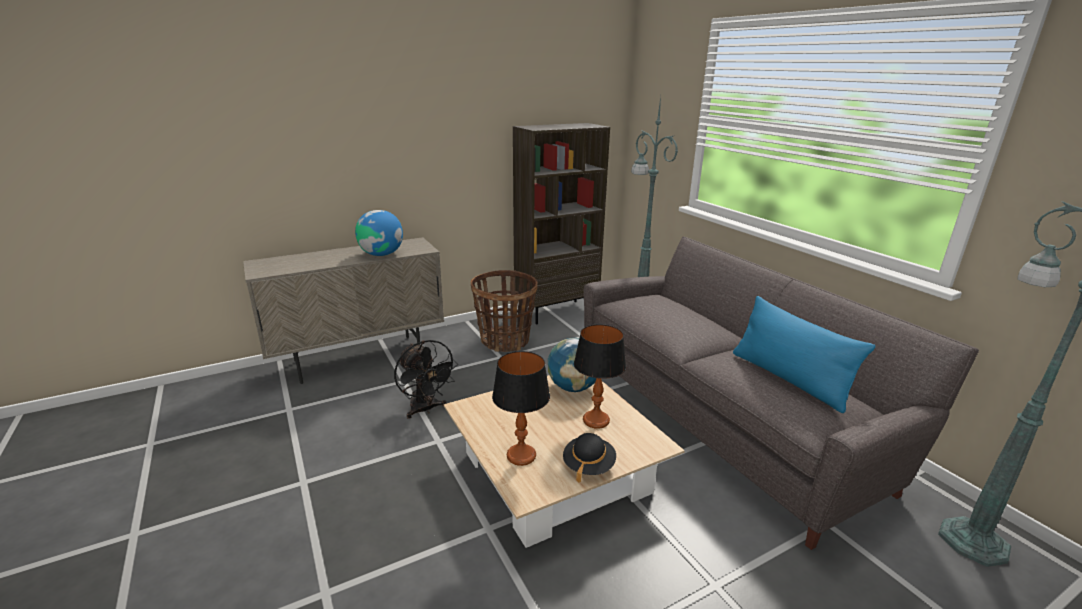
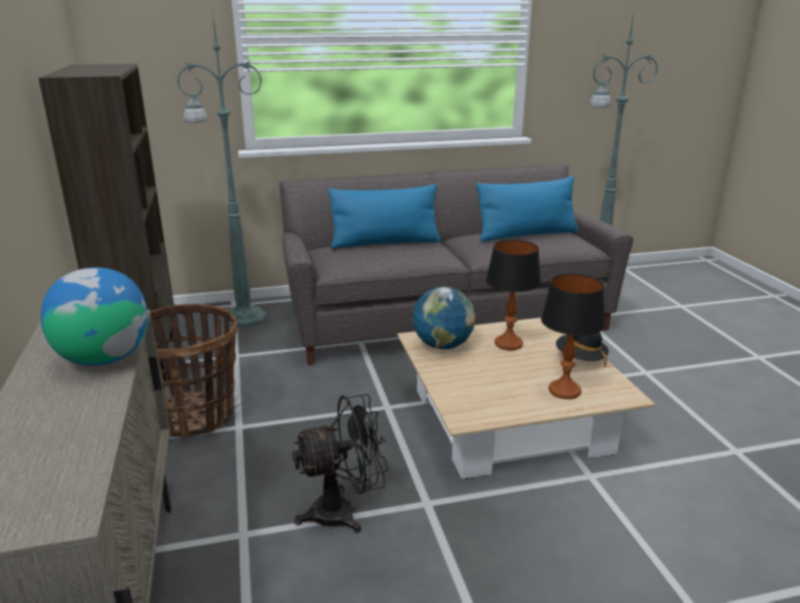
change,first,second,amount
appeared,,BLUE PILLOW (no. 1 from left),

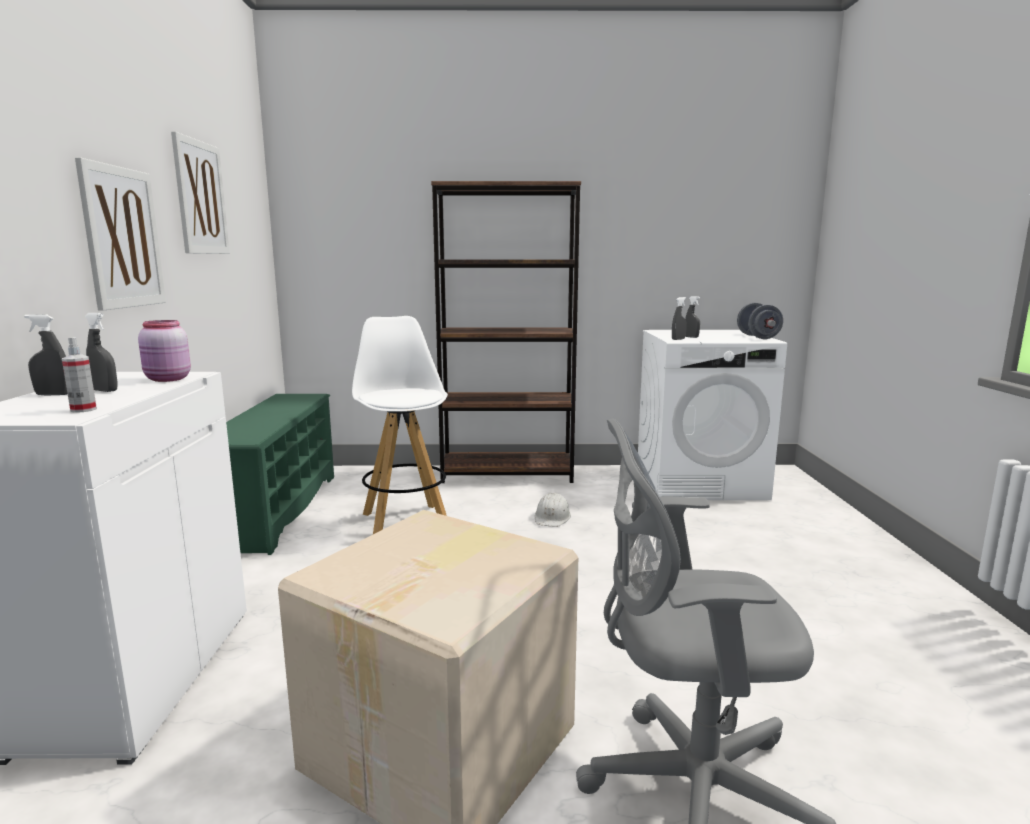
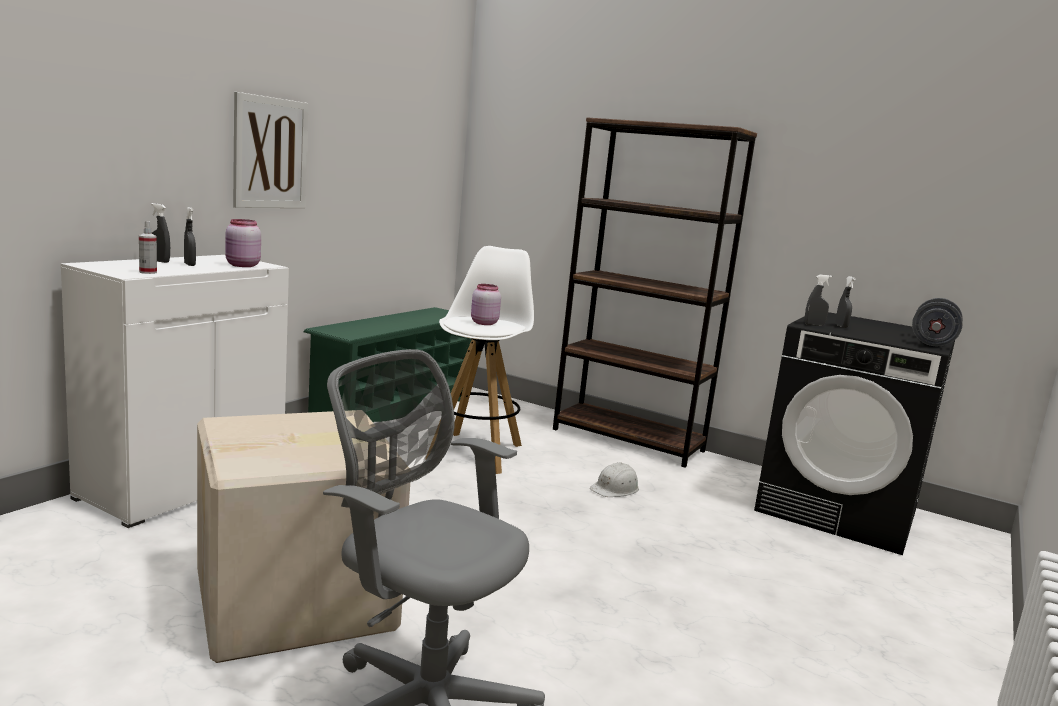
change,first,second,amount
appeared,,PINK JAR (no. 2 from left),
colour,WHITE WASHING MACHINE,BLACK WASHING MACHINE,
missing,PICTURE (no. 2 from left),,

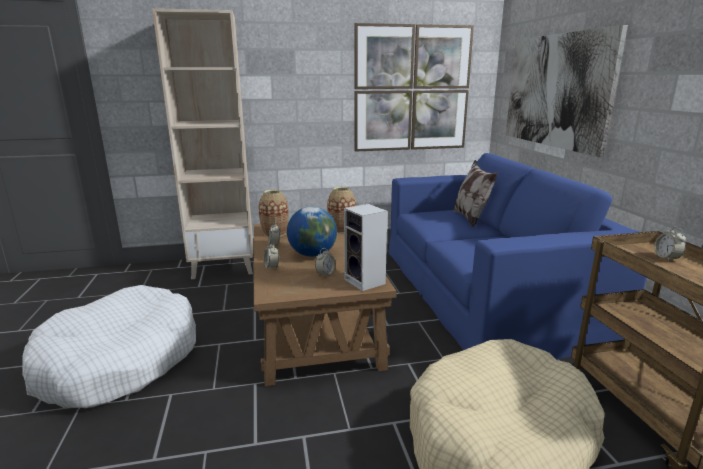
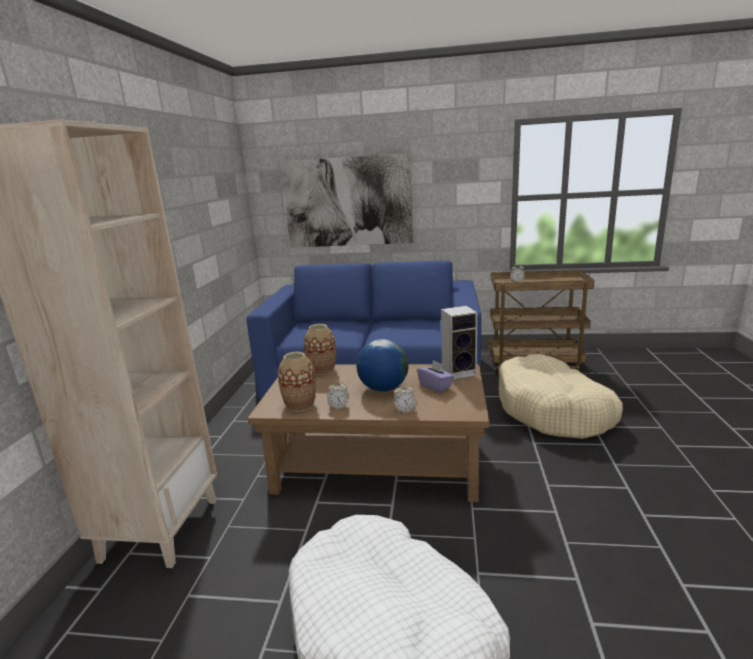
change,first,second,amount
exchanged,ALARM CLOCK (no. 3 from left),PURPLE TISSUE BOX,
missing,PICTURE (no. 1 from left),,
missing,PILLOW,,

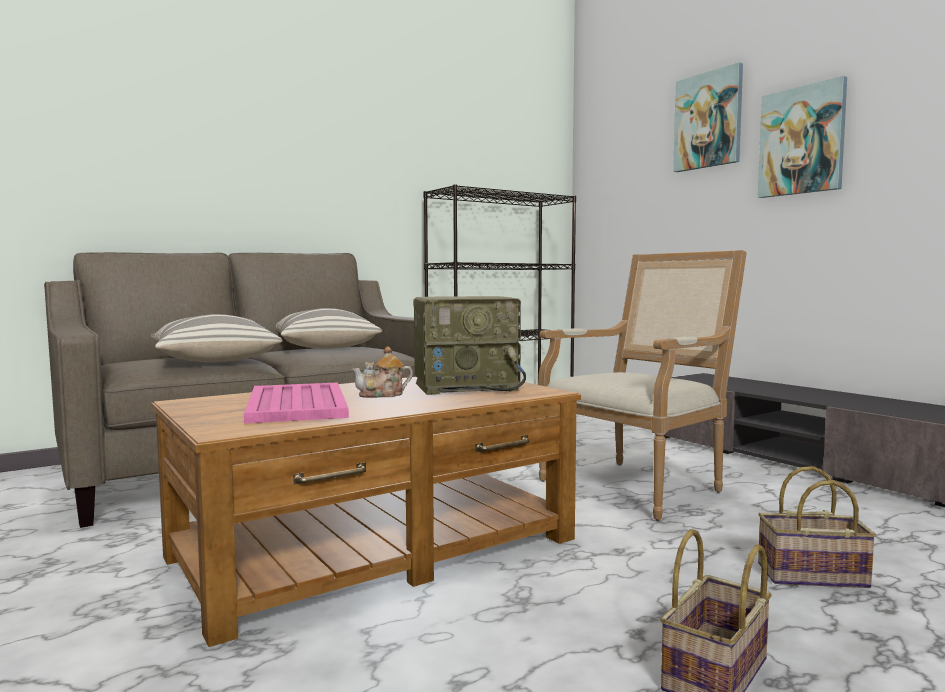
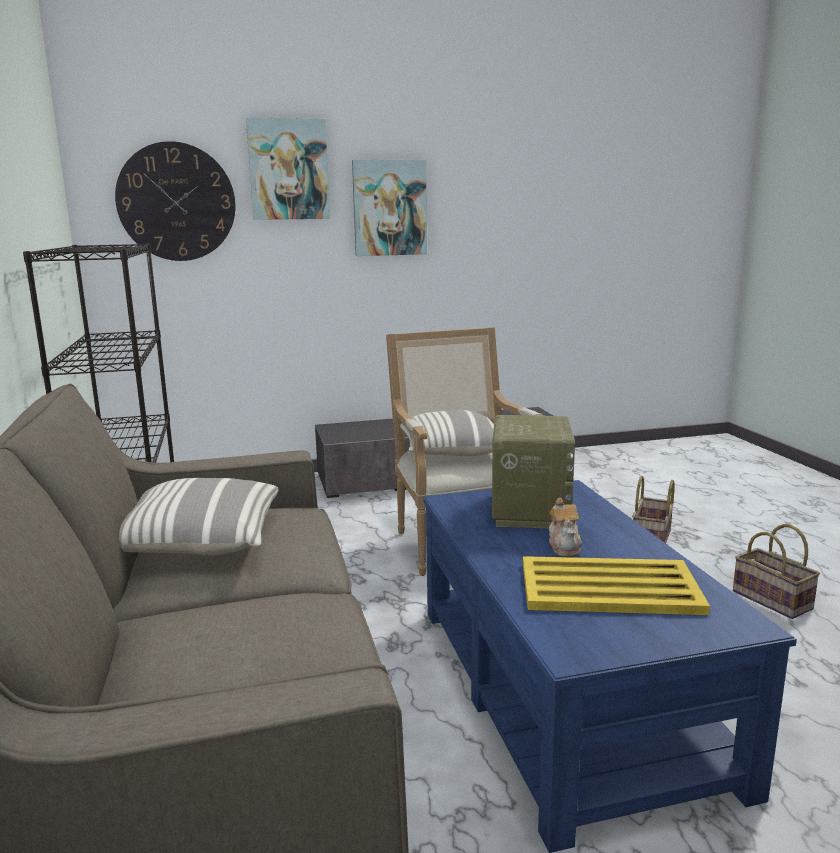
change,first,second,amount
appeared,,WALL CLOCK,
relocated,PILLOW (no. 1 from left in the first image),PILLOW (no. 2 from left),
colour,BROWN COFFEE TABLE,BLUE COFFEE TABLE,
colour,PINK TRAY,YELLOW TRAY,

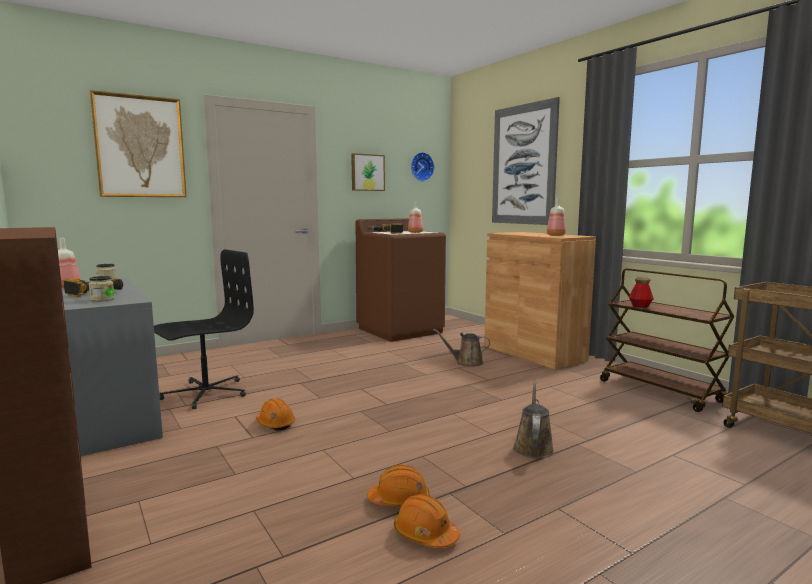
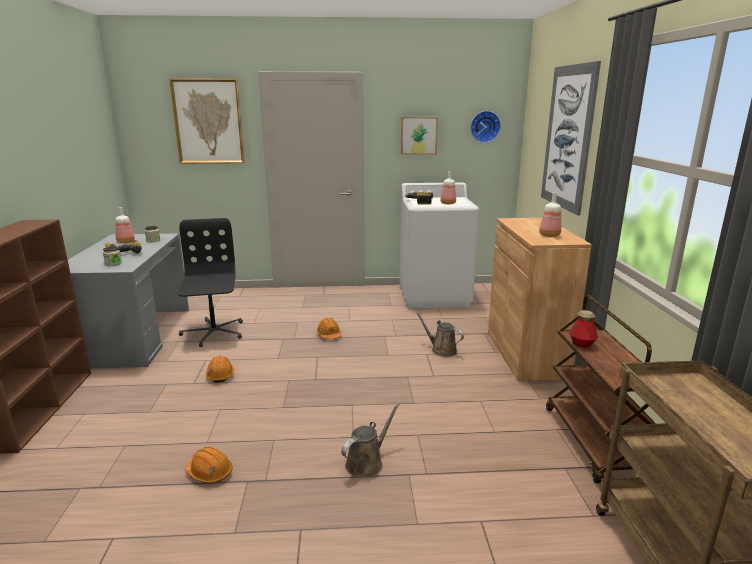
change,first,second,amount
spun,BLACK OFFICE CHAIR,,90 degrees counterclockwise
relocated,ORANGE HARD HAT (no. 3 from left),,
colour,BROWN WASHING MACHINE,WHITE WASHING MACHINE,

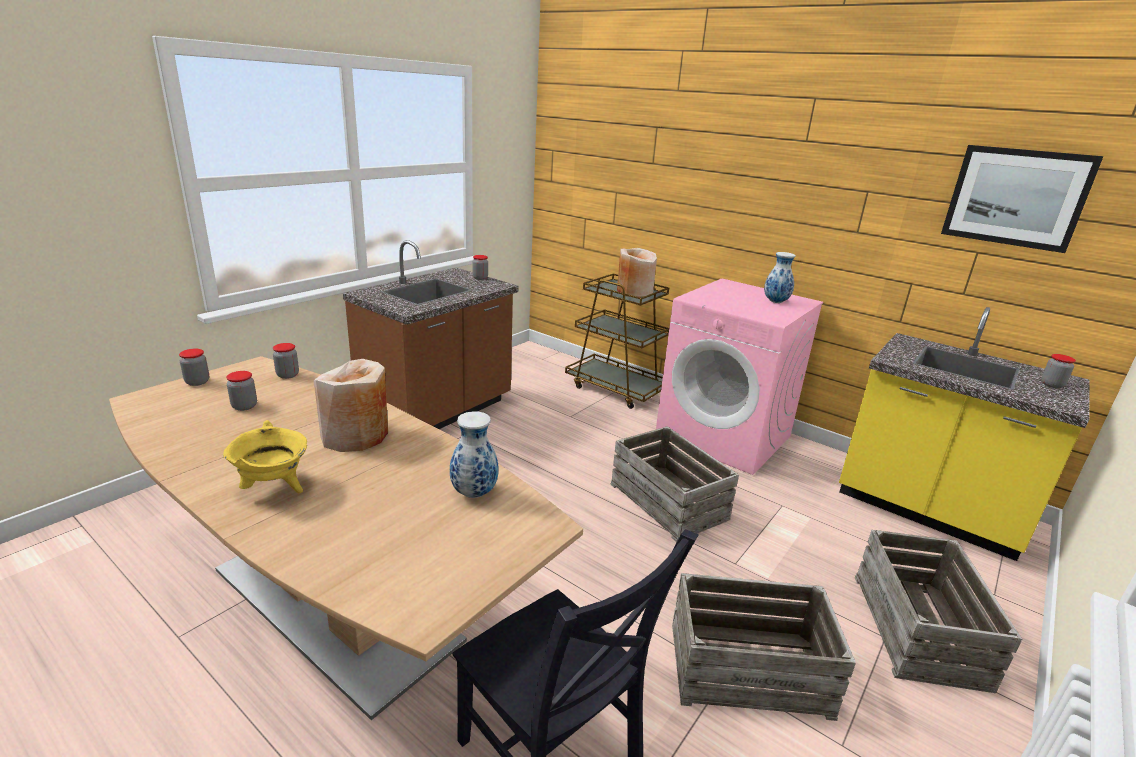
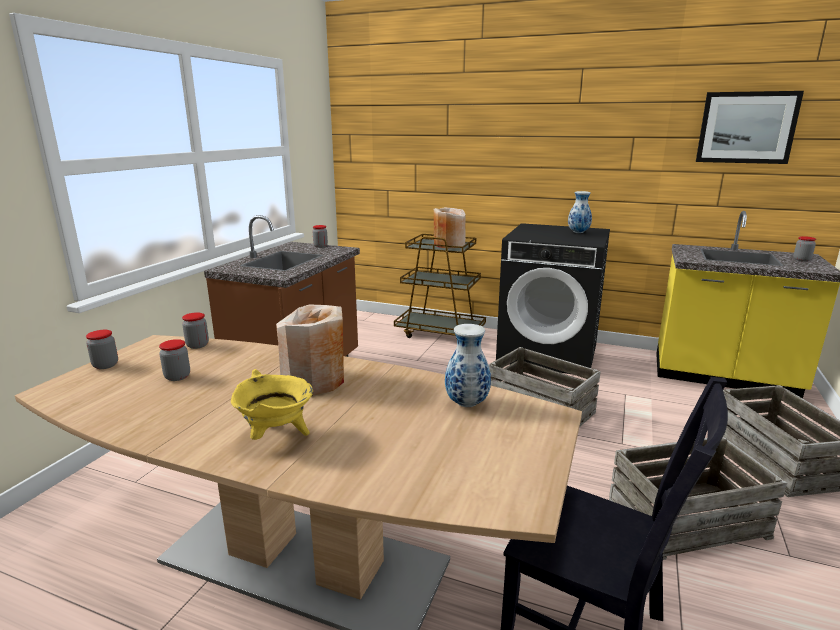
change,first,second,amount
colour,PINK WASHING MACHINE,BLACK WASHING MACHINE,

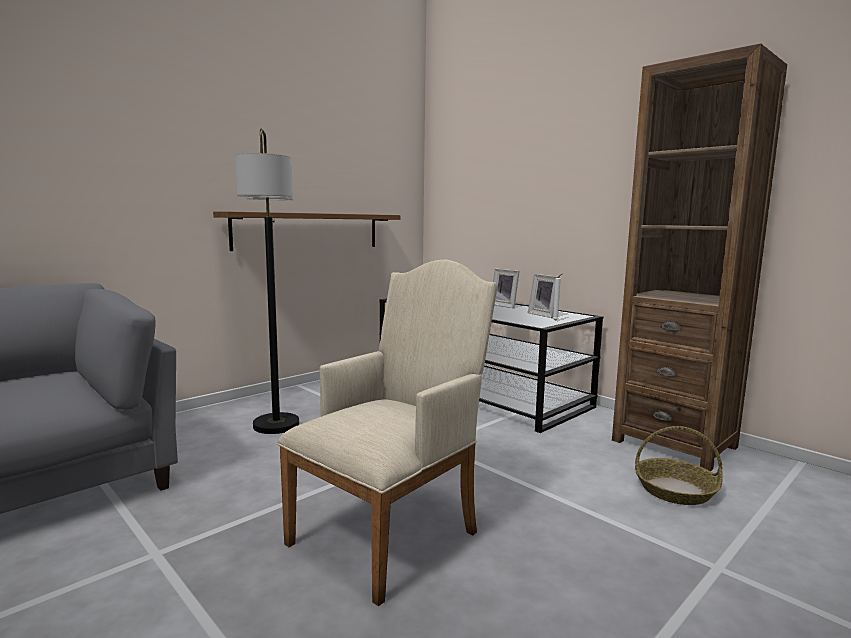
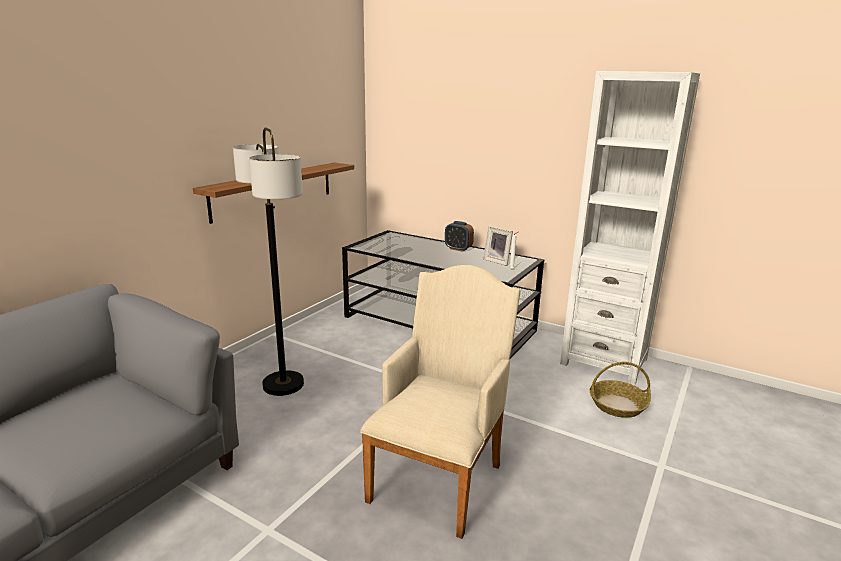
change,first,second,amount
exchanged,PICTURE FRAME (no. 1 from left),ALARM CLOCK,
colour,BROWN BOOKCASE,WHITE BOOKCASE,

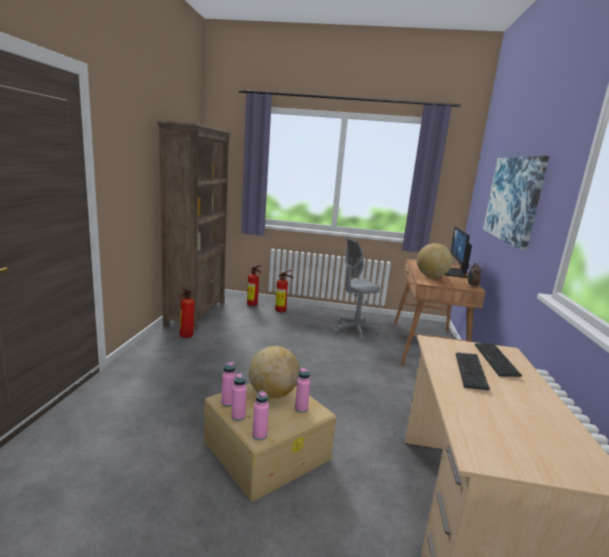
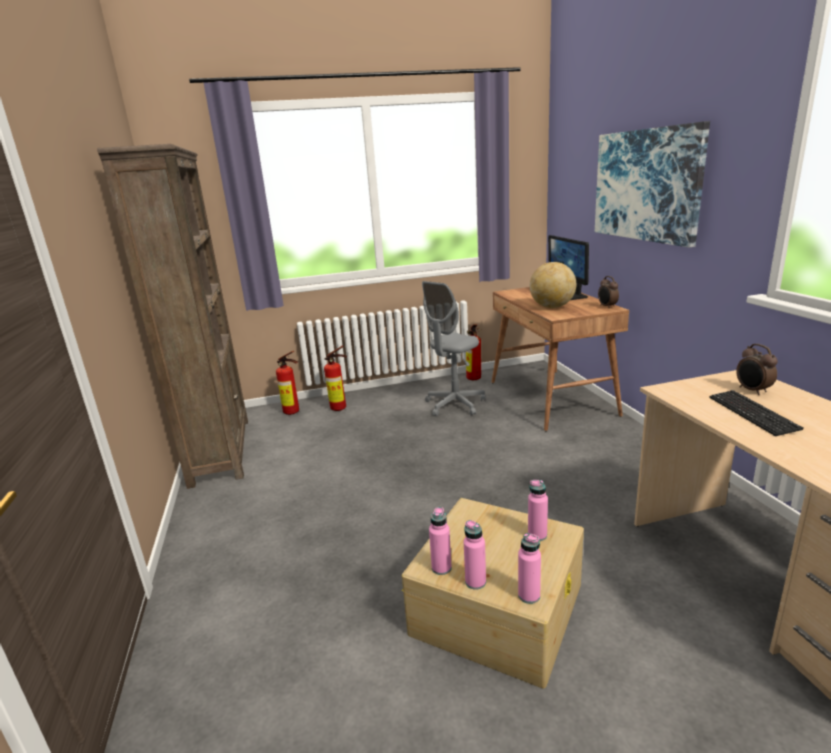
change,first,second,amount
relocated,FIRE EXTINGUISHER (no. 1 from left in the first image),FIRE EXTINGUISHER (no. 3 from left),
exchanged,KEYBOARD (no. 2 from left),ALARM CLOCK (no. 2 from left),
missing,GLOBE (no. 1 from left),,

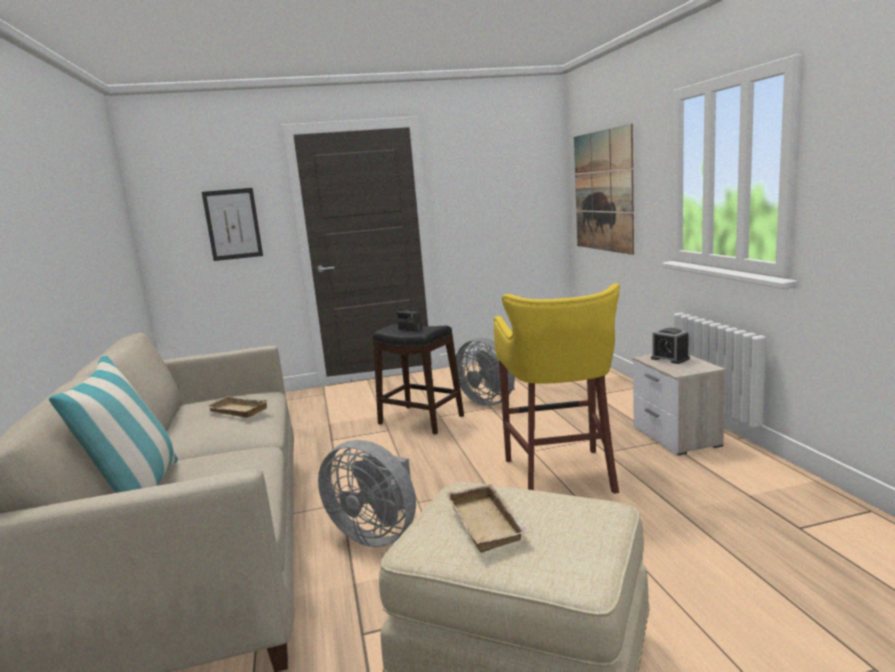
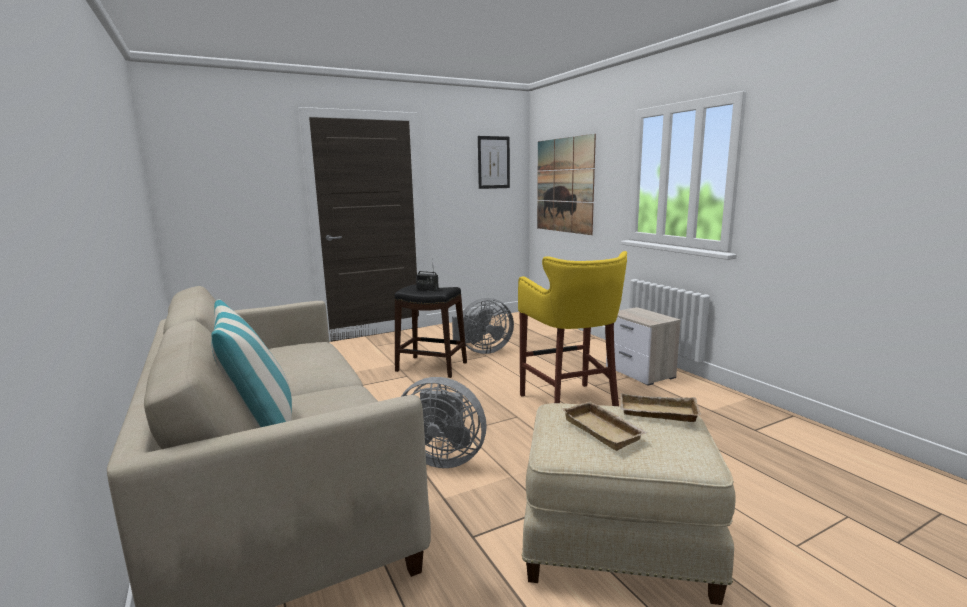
change,first,second,amount
spun,GREY FAN (no. 2 from left),,45 degrees counterclockwise
relocated,PICTURE (no. 1 from left),,
relocated,BEIGE TRAY (no. 1 from left in the first image),BEIGE TRAY (no. 2 from left),
missing,ALARM CLOCK,,

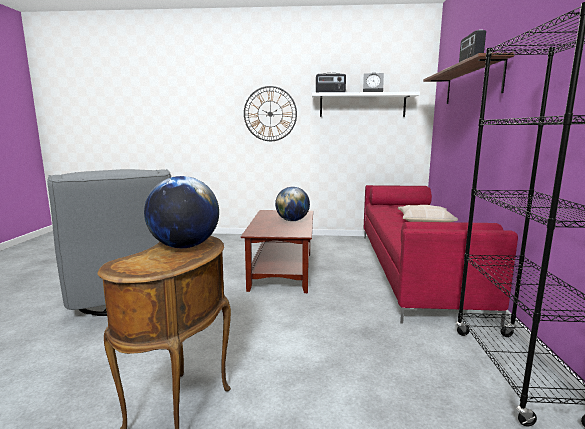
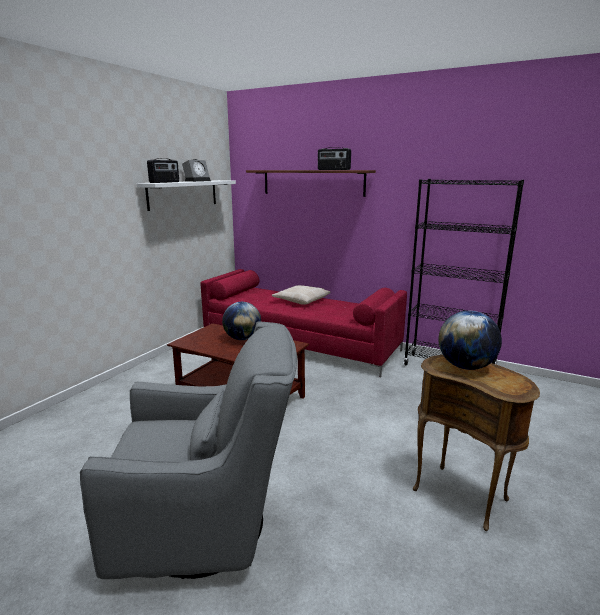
change,first,second,amount
missing,WALL CLOCK,,

